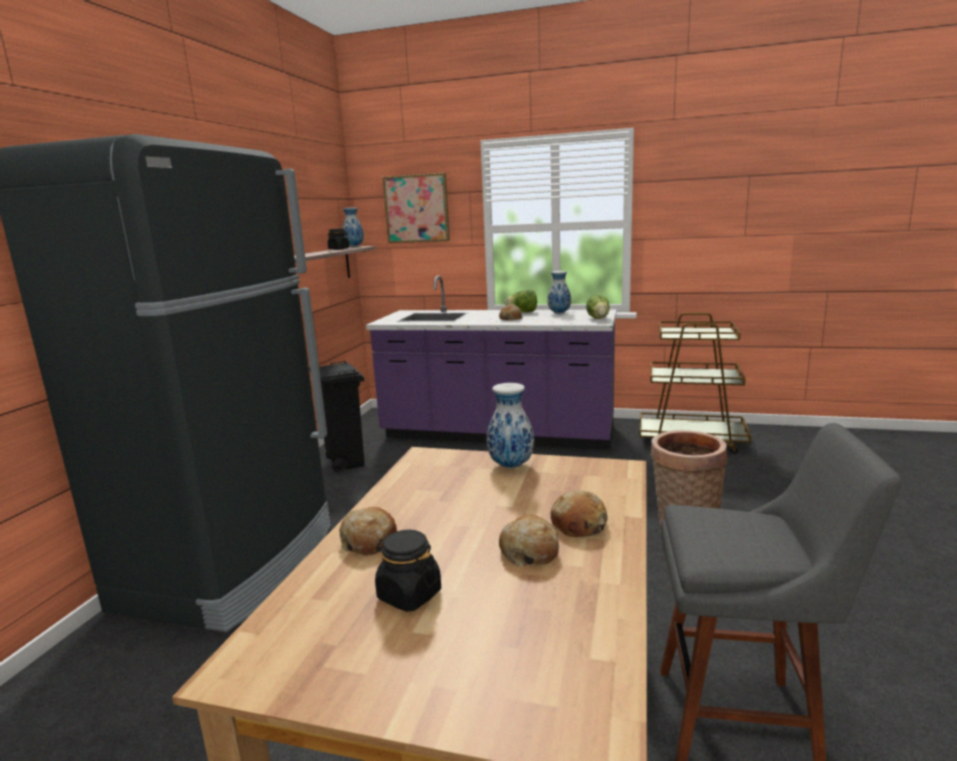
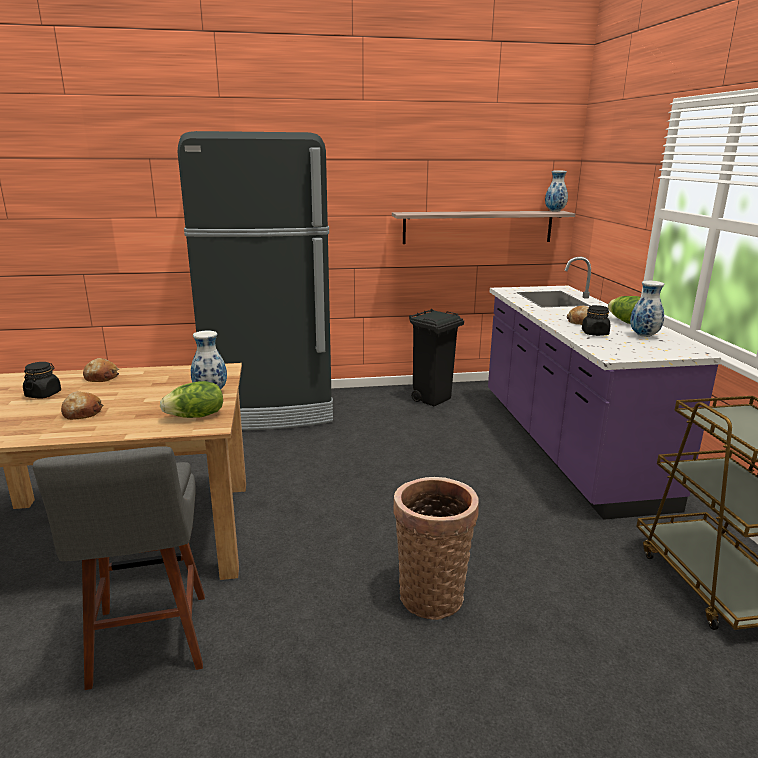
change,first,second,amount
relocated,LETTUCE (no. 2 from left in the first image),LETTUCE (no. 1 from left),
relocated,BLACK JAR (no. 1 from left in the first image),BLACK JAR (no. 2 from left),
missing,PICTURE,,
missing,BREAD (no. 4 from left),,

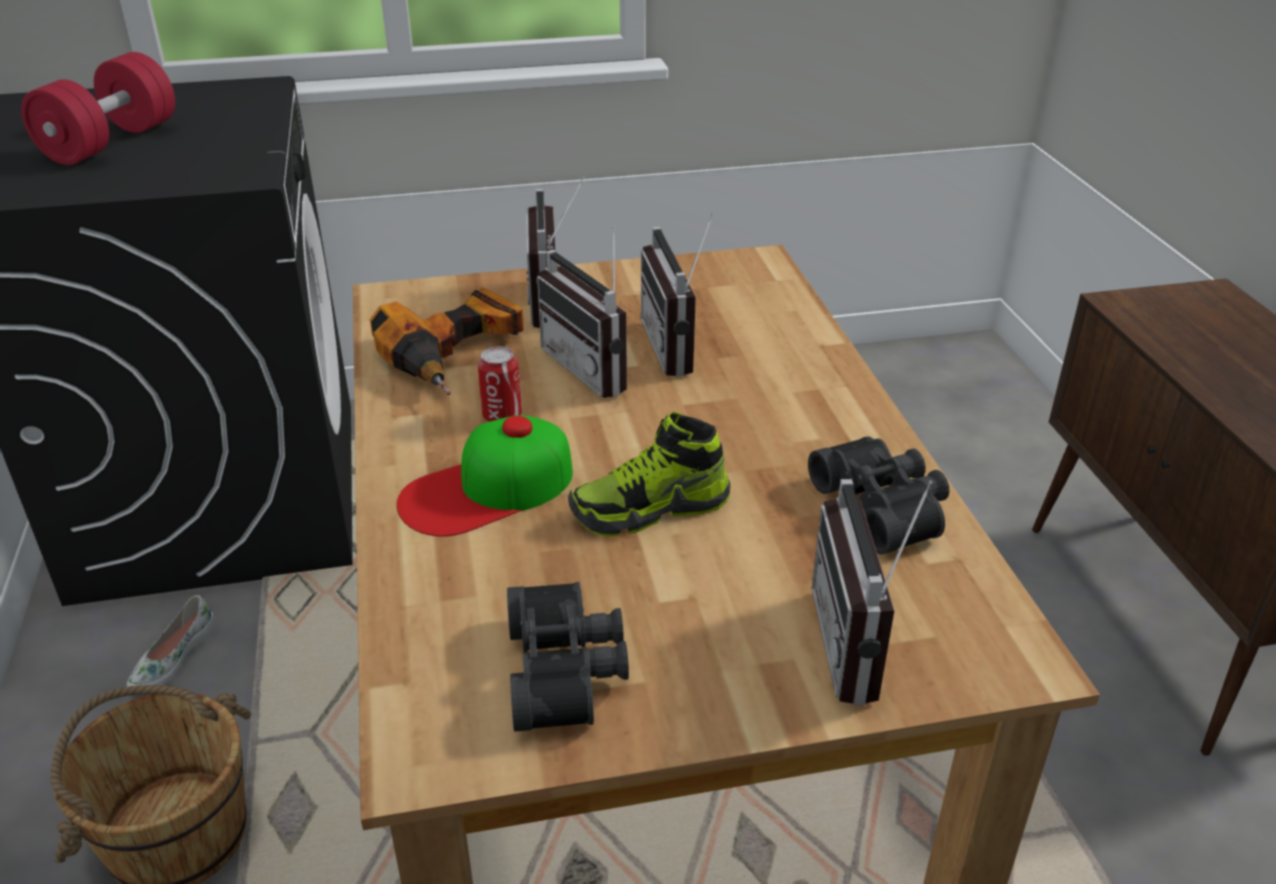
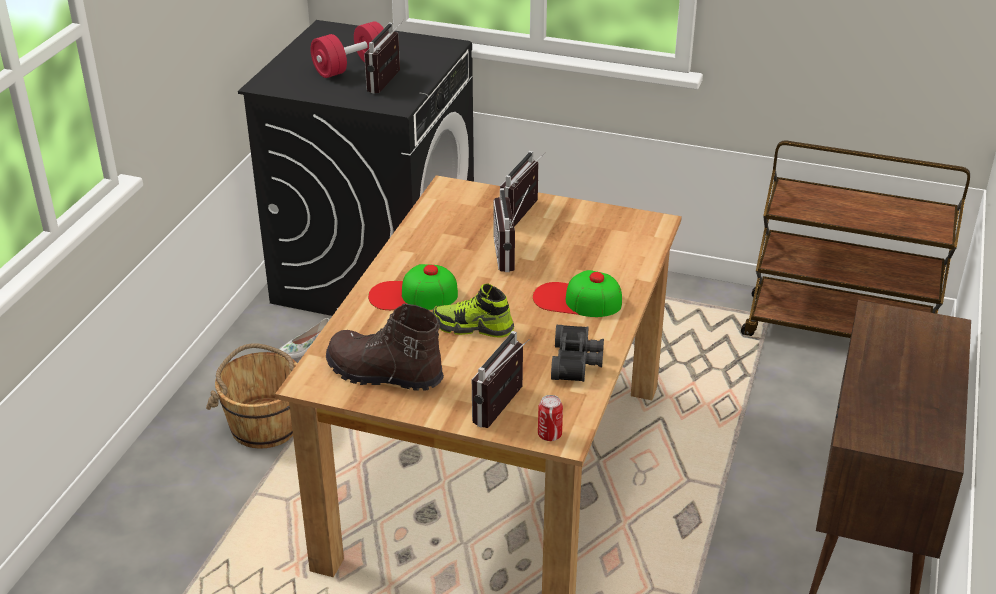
change,first,second,amount
exchanged,BLACK BINOCULARS (no. 1 from left),BROWN BOOT,
relocated,RADIO (no. 3 from left in the first image),RADIO (no. 1 from left),
appeared,,CAP (no. 2 from left),
relocated,CAN,,
appeared,,BROWN CART,
missing,POWER DRILL,,

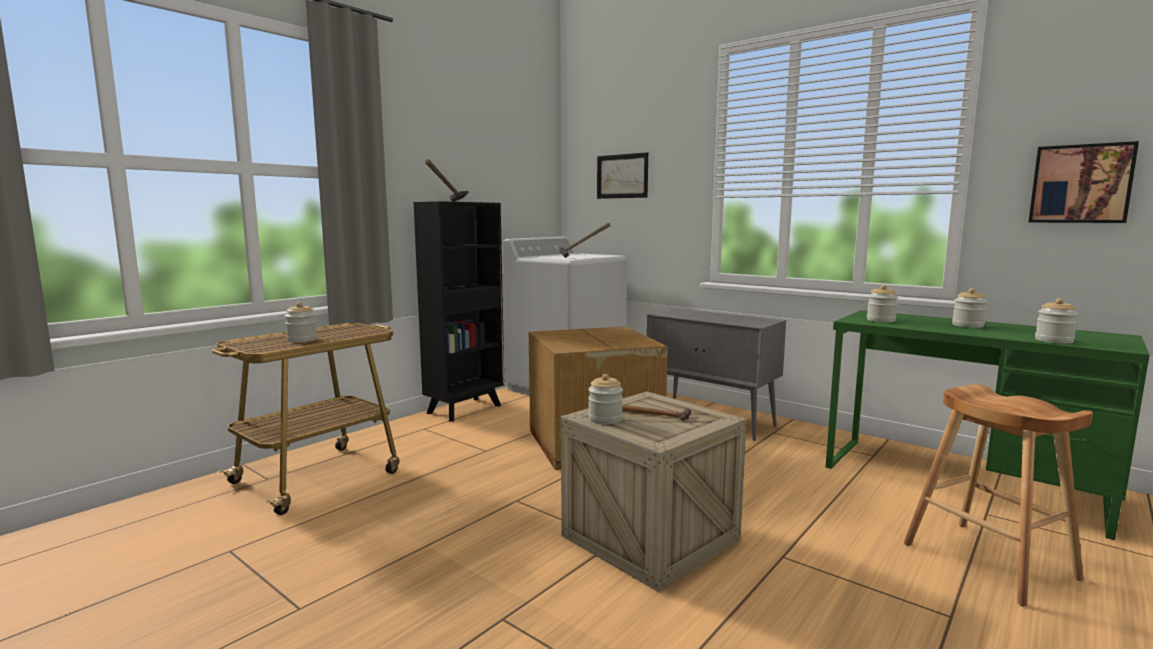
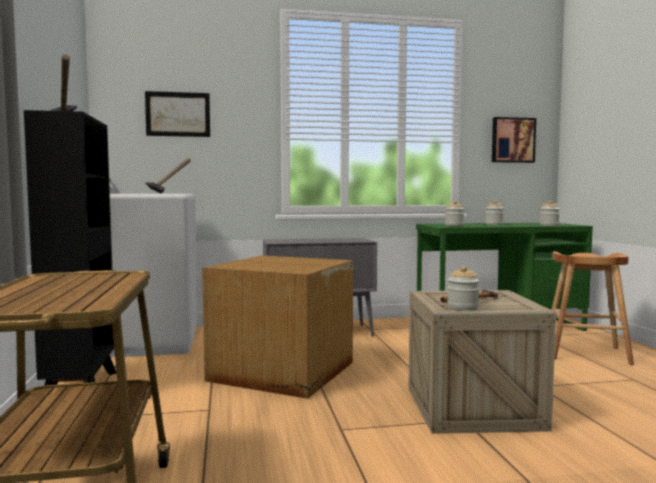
change,first,second,amount
missing,JAR (no. 1 from left),,

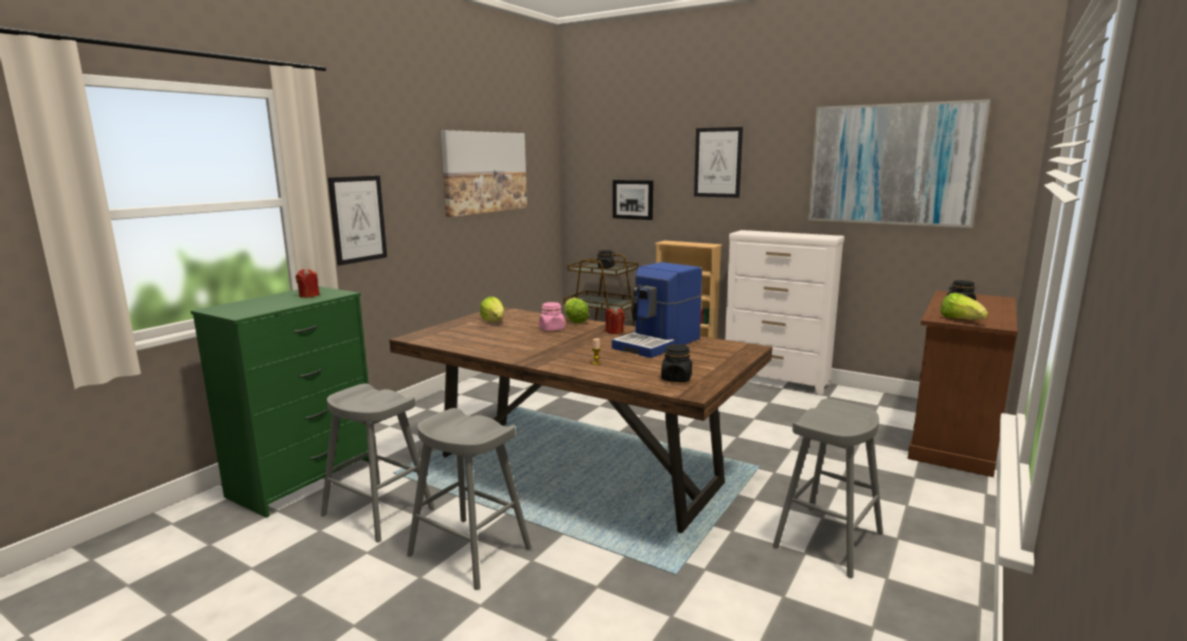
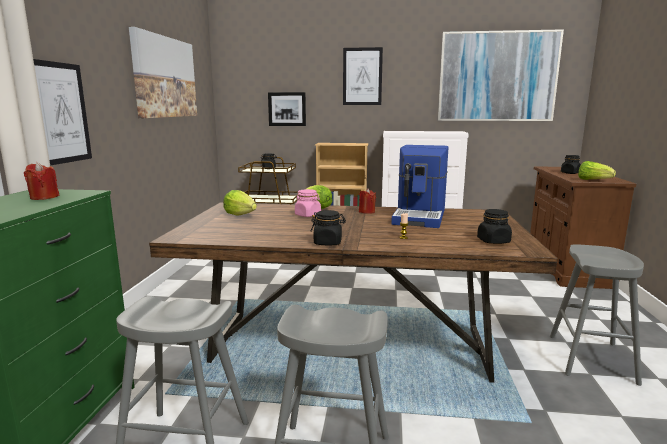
change,first,second,amount
appeared,,BLACK JAR (no. 2 from left),

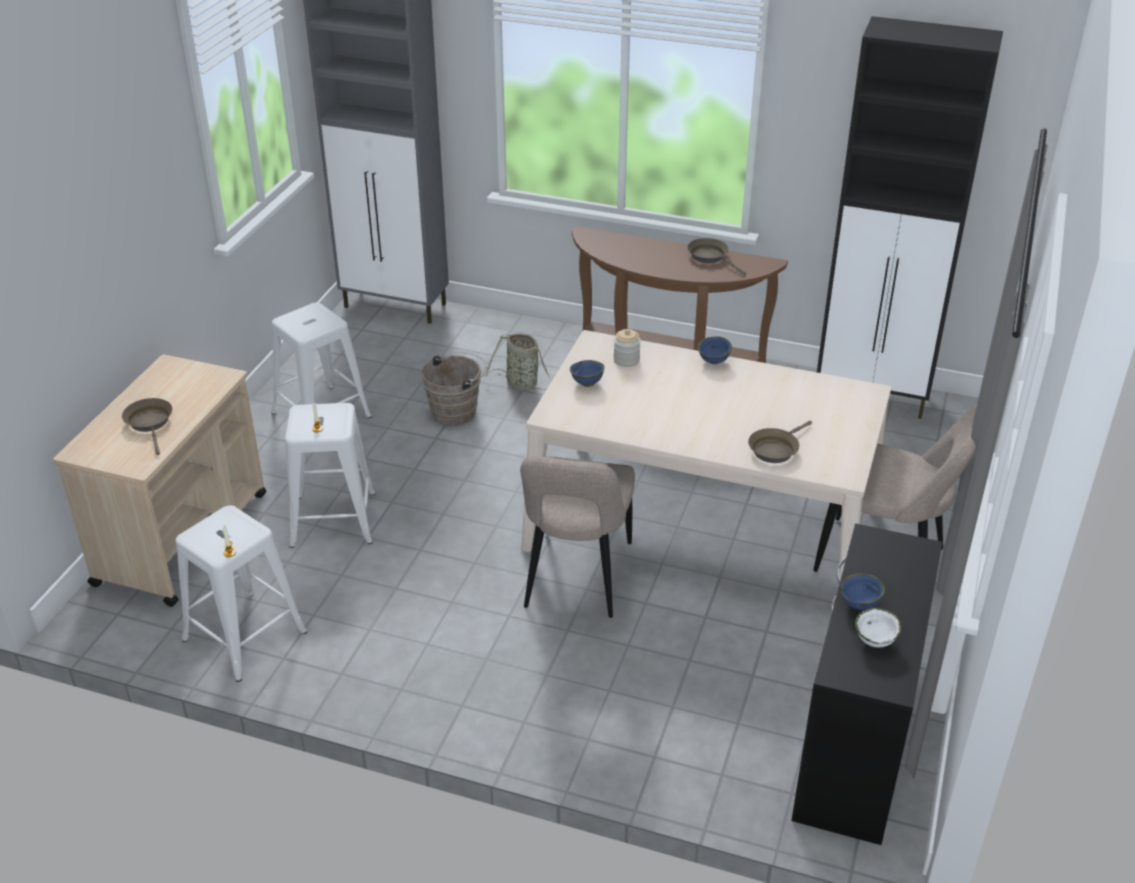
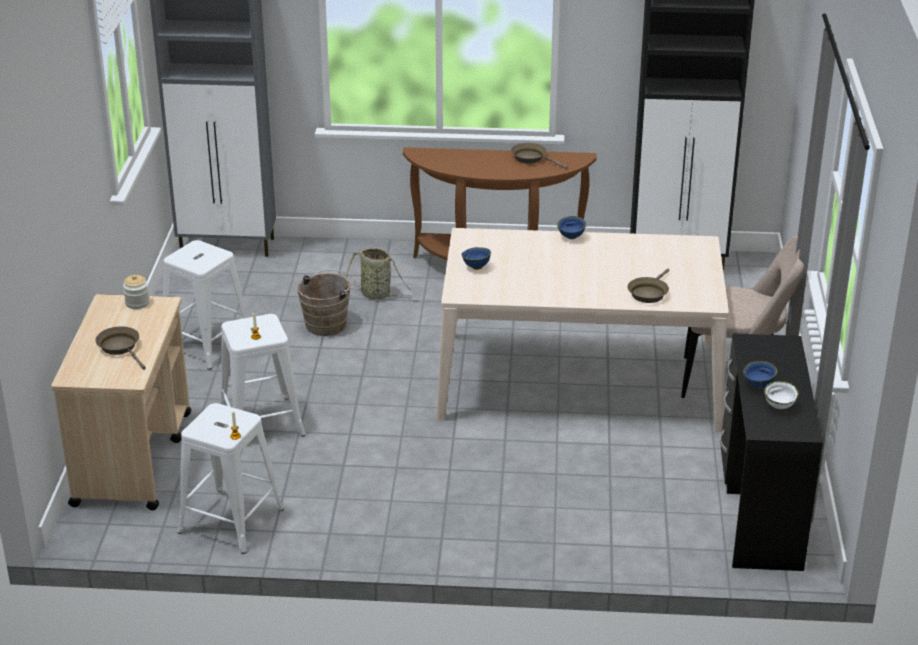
change,first,second,amount
relocated,JAR,,
missing,BEIGE CHAIR (no. 1 from left),,

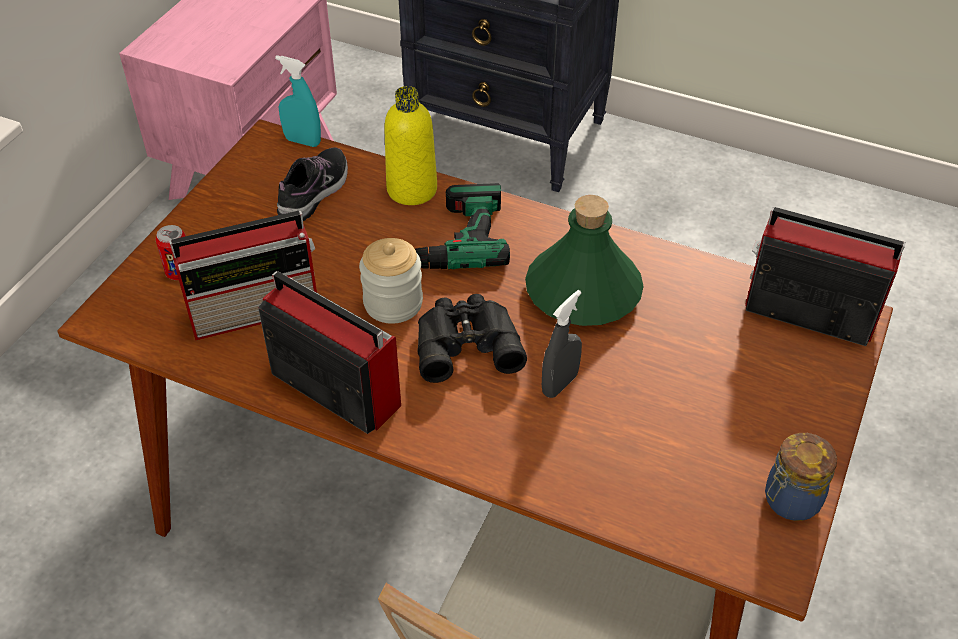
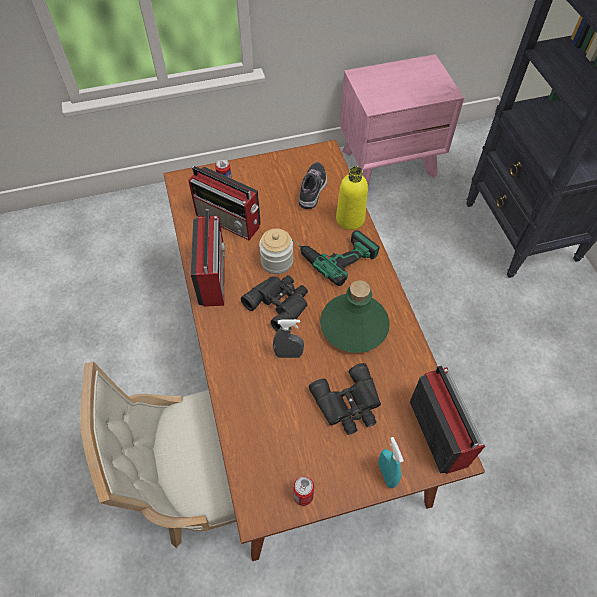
change,first,second,amount
exchanged,JAR (no. 2 from left),CAN (no. 2 from left),
spun,SHOE,,60 degrees counterclockwise
appeared,,BLACK BINOCULARS (no. 2 from left),
relocated,TURQUOISE SPRAY BOTTLE,,

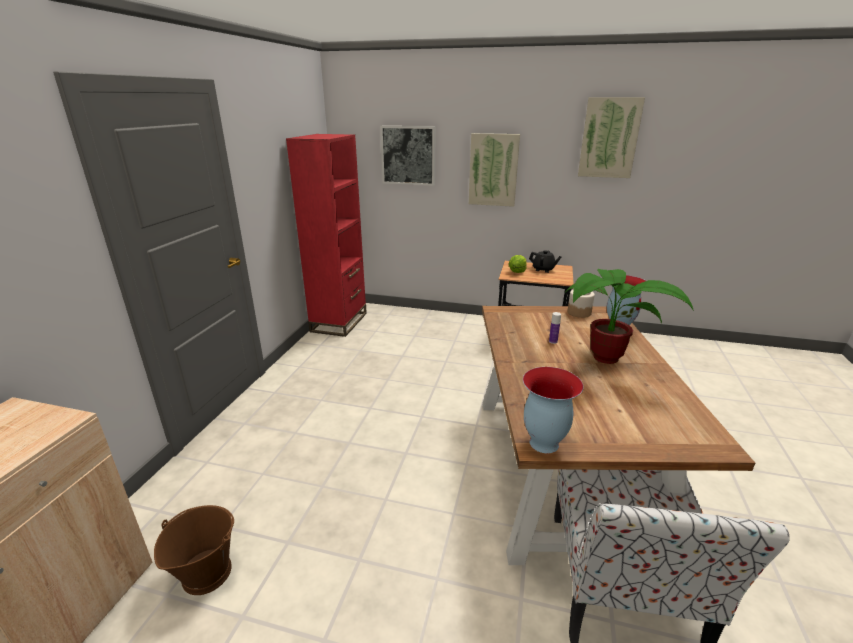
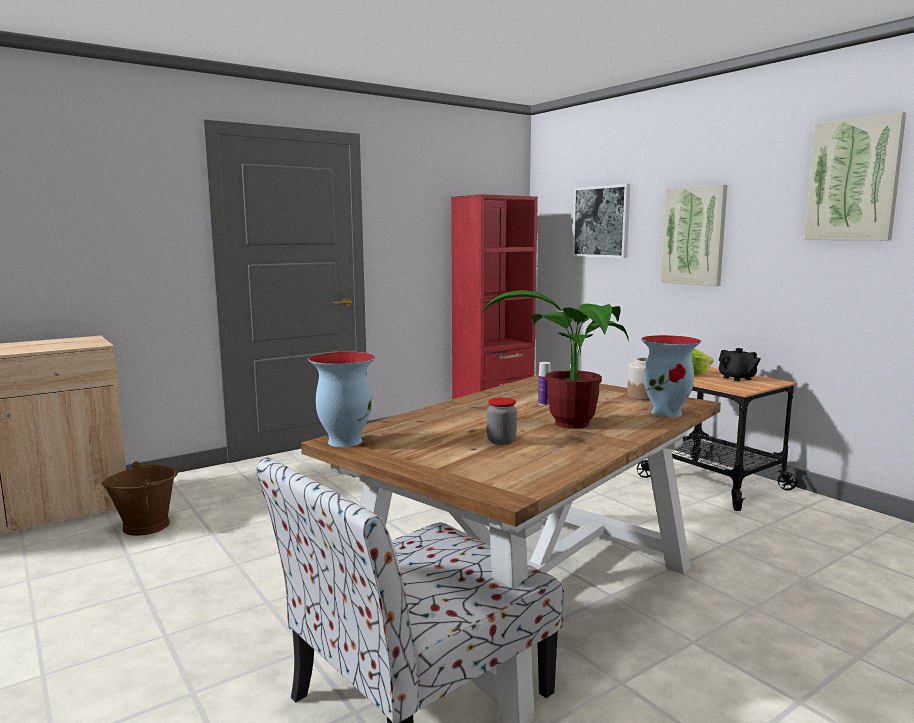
change,first,second,amount
appeared,,JAR (no. 1 from left),

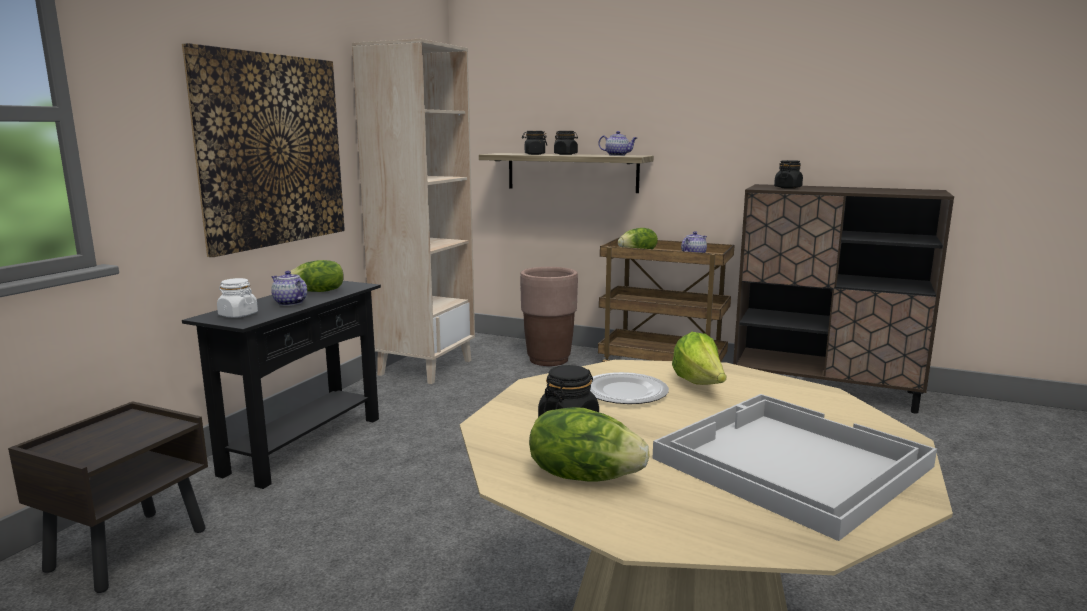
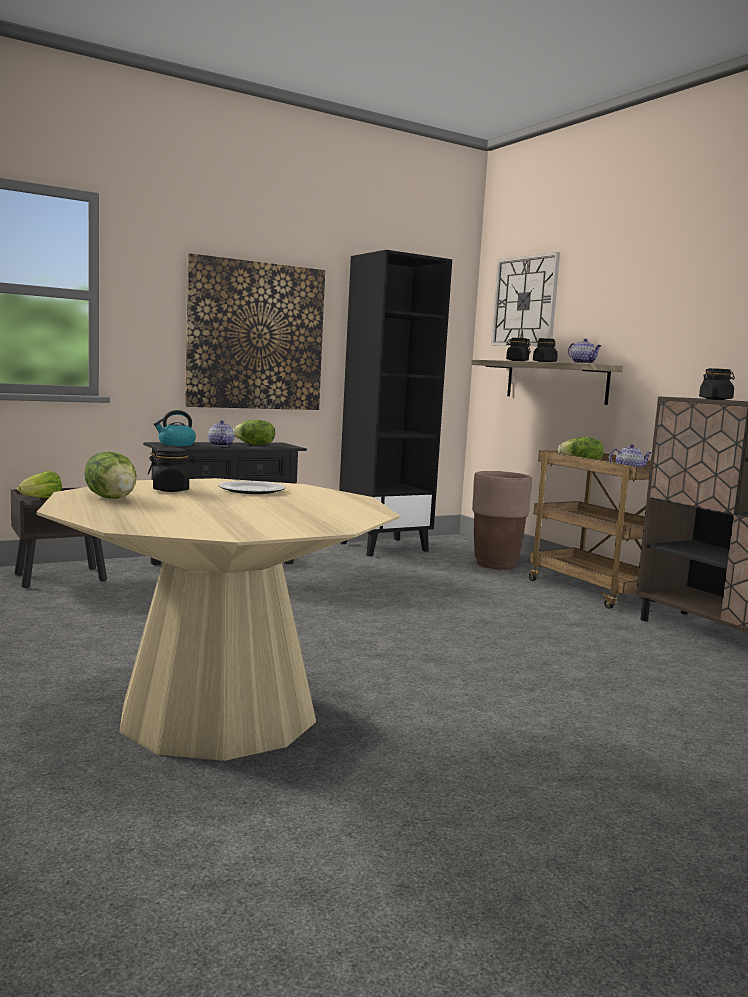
change,first,second,amount
relocated,LETTUCE (no. 4 from left in the first image),LETTUCE (no. 1 from left),
exchanged,WHITE JAR,KETTLE,
colour,BEIGE BOOKCASE,BLACK BOOKCASE,
appeared,,WALL CLOCK,
missing,WHITE TRAY,,

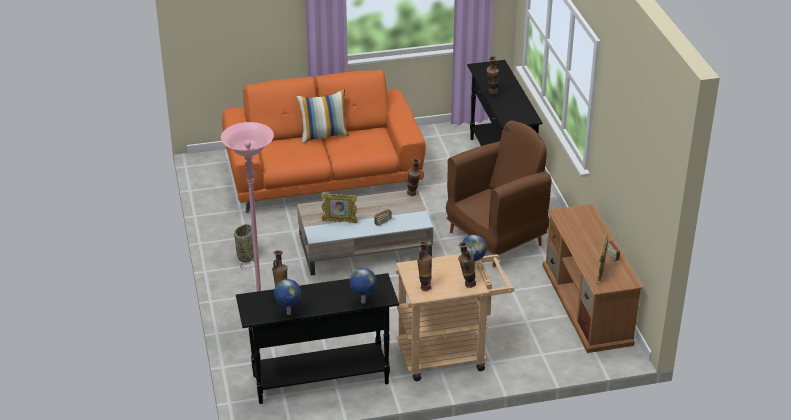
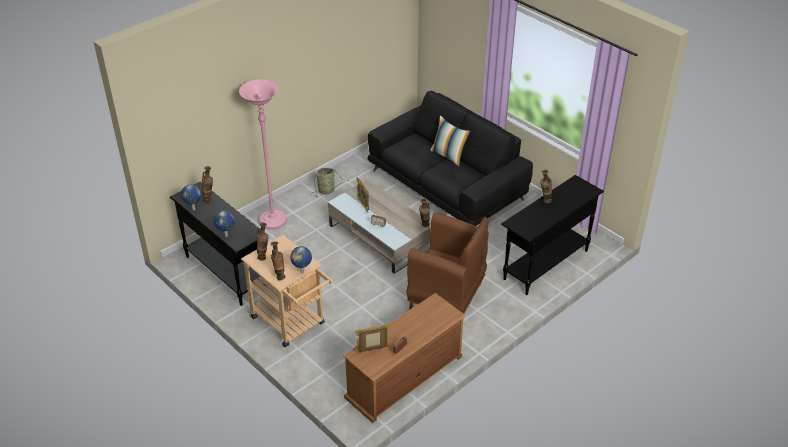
change,first,second,amount
colour,ORANGE SOFA,BLACK SOFA,

